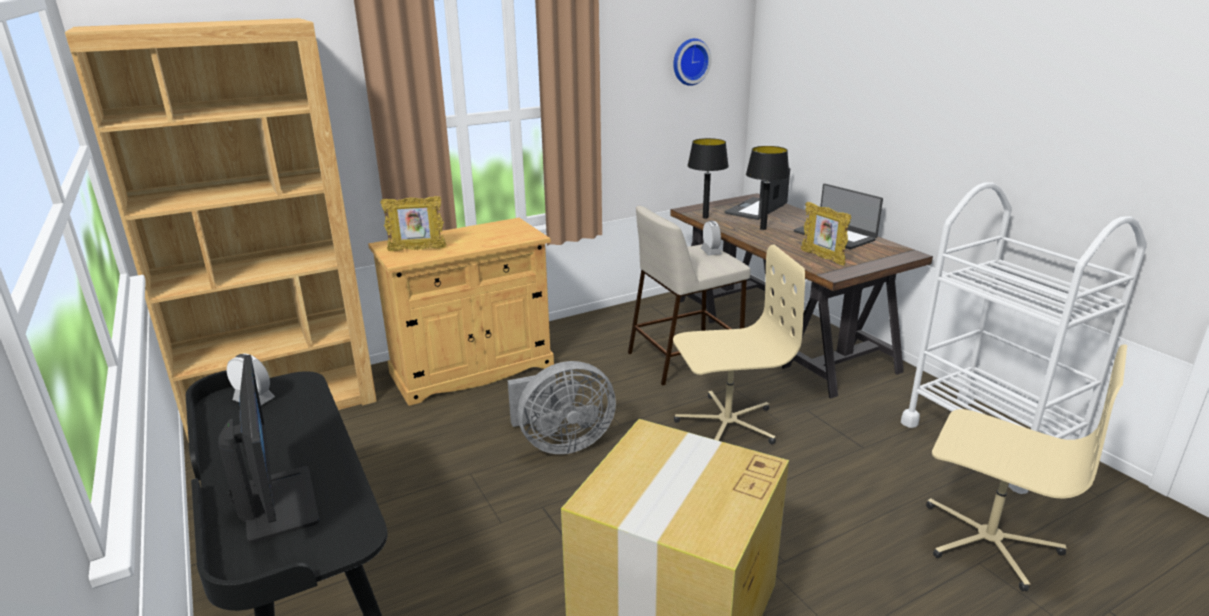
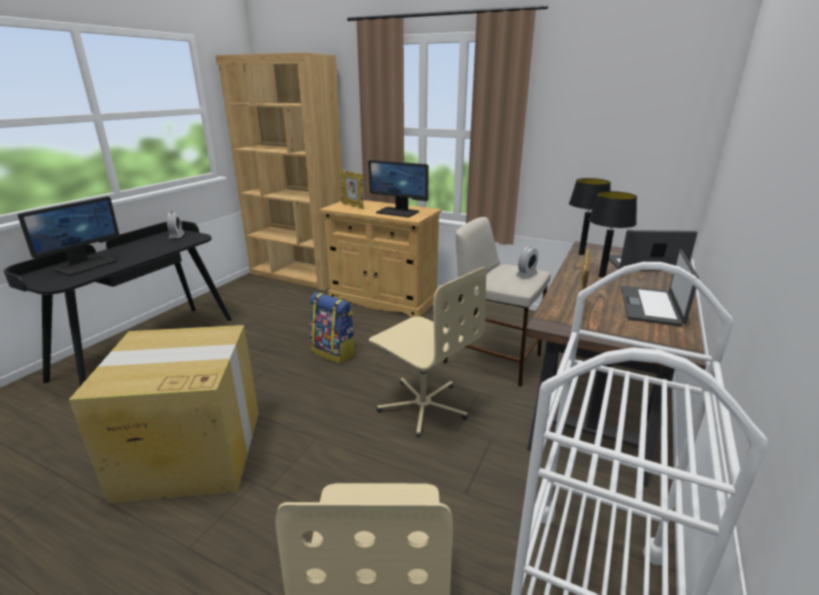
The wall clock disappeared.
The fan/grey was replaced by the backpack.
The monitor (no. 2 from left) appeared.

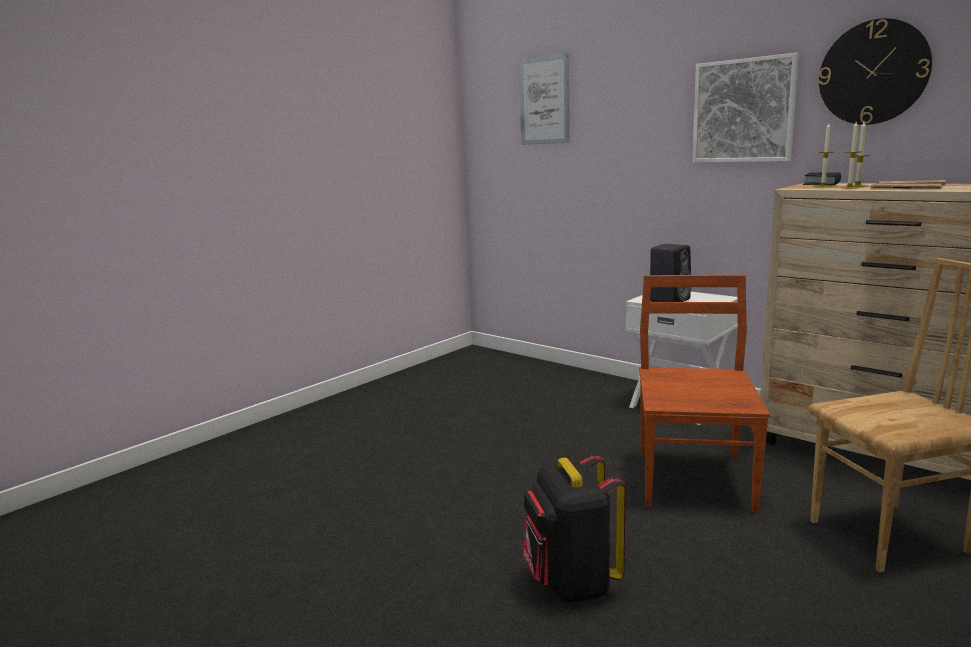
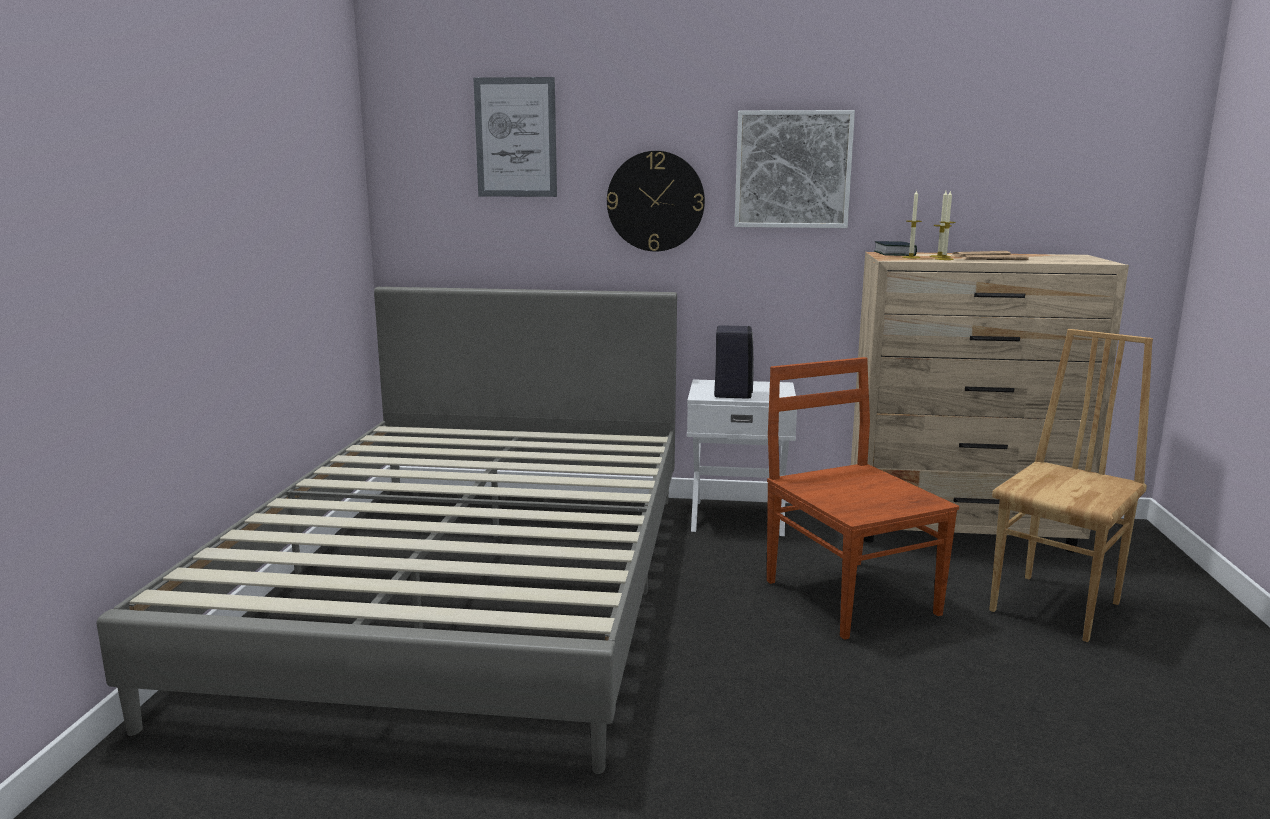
The wall clock moved.
The backpack/black disappeared.
The bed/grey appeared.

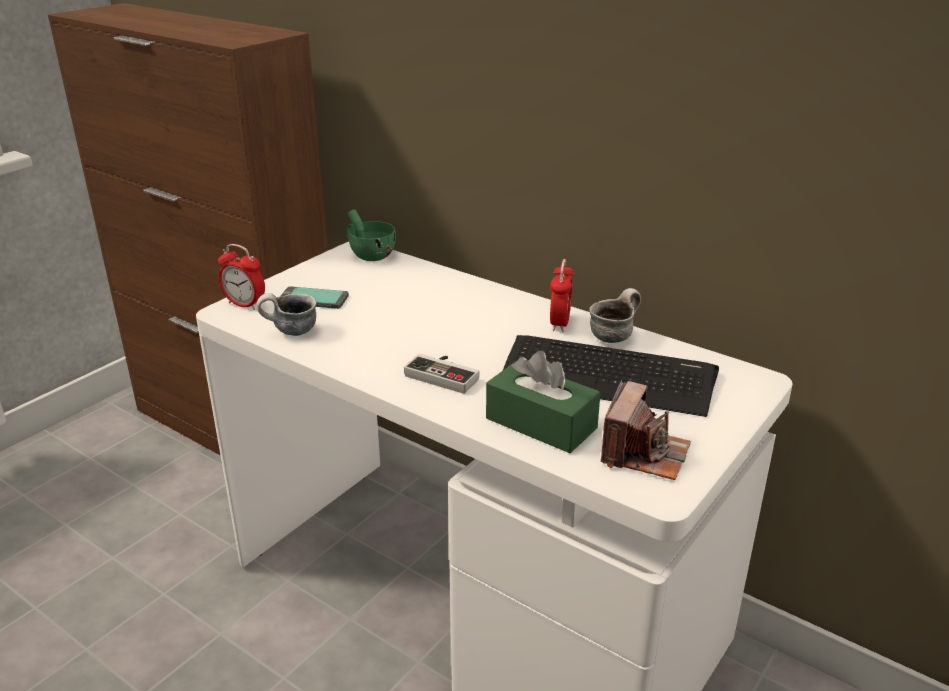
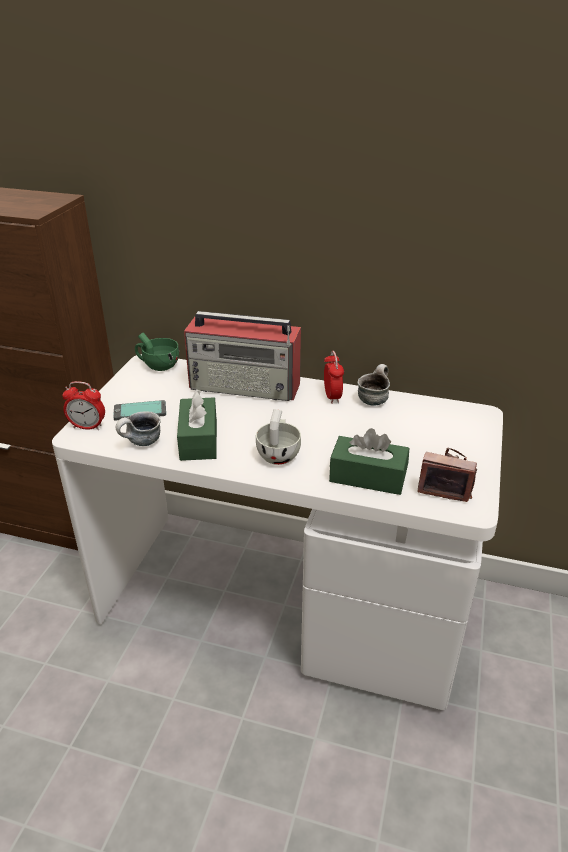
The keyboard disappeared.
The game controller was replaced by the cup/white.
The photo camera turned 75 degrees counterclockwise.
The radio appeared.
The tissue box/green (no. 1 from left) appeared.

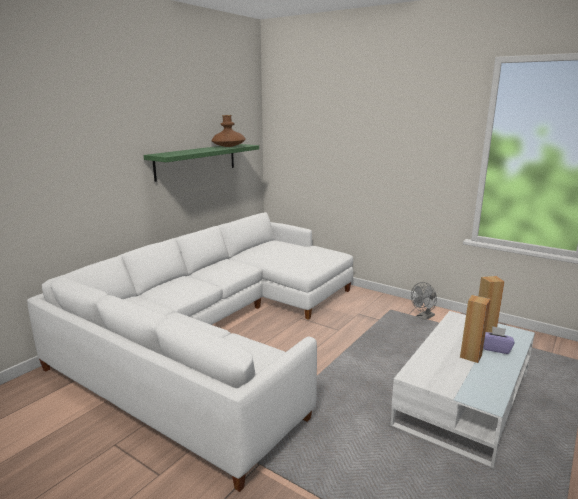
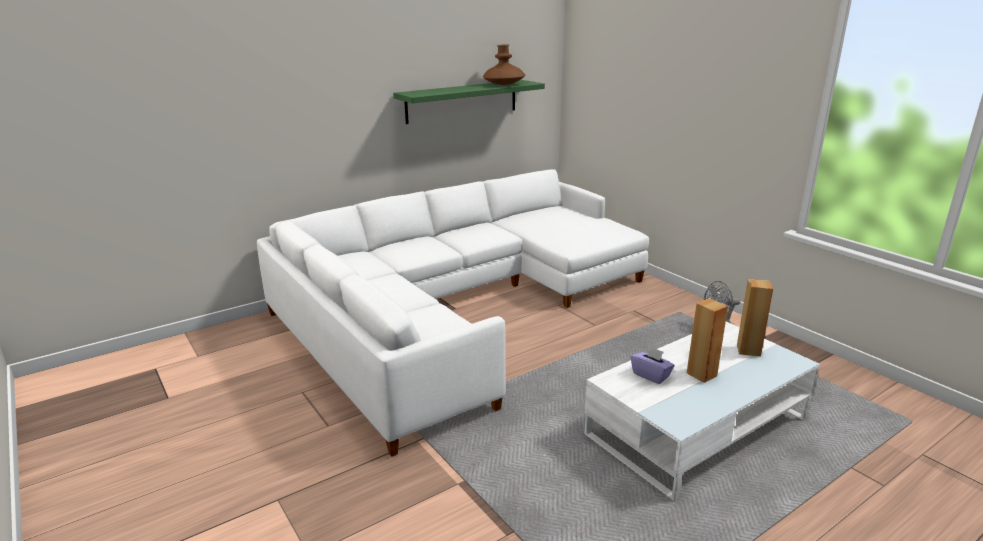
The tissue box/purple moved.

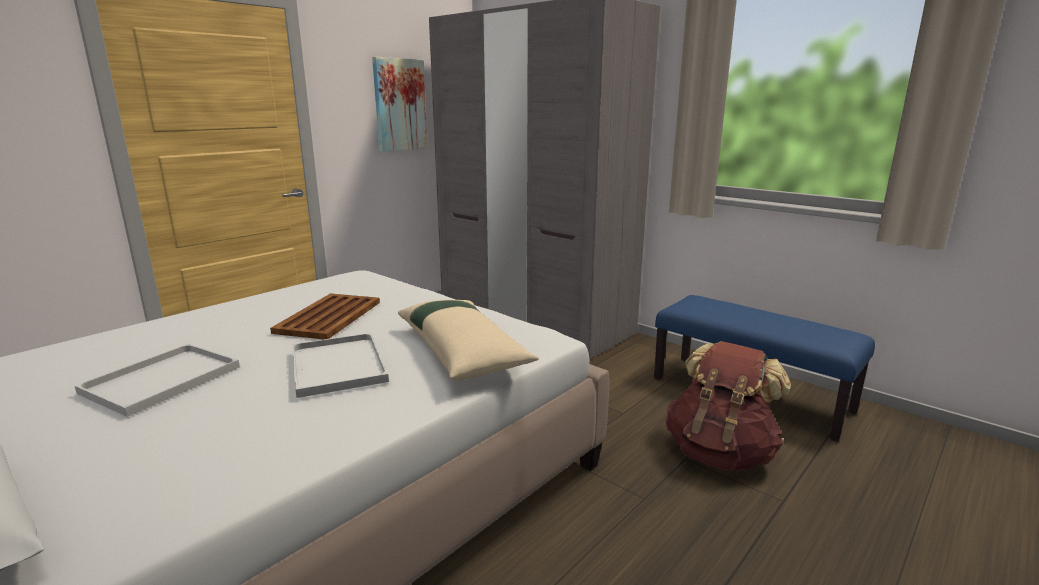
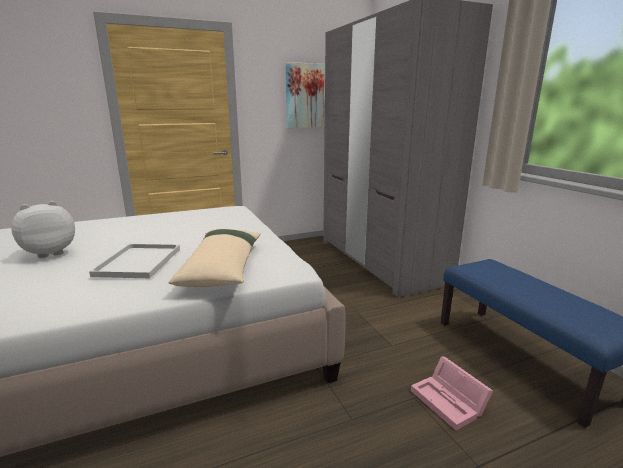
The tray/brown disappeared.
The backpack/brown was replaced by the storage box/pink.
The tray/white (no. 1 from left) was replaced by the plush toy.

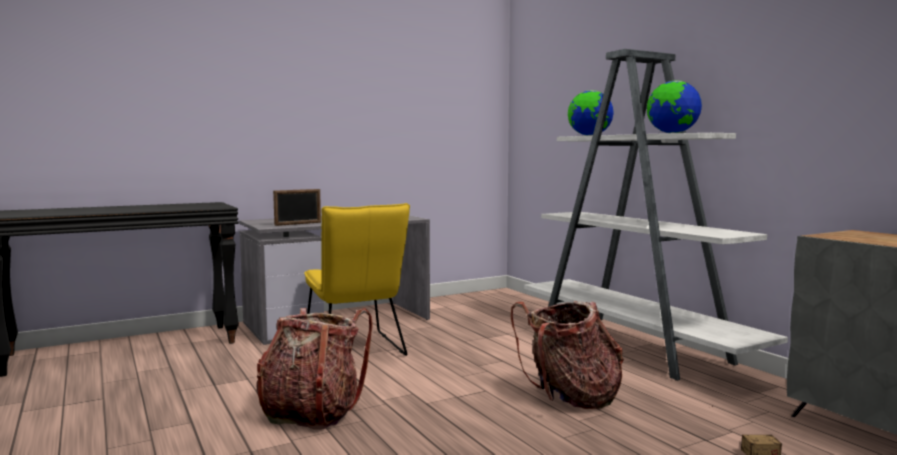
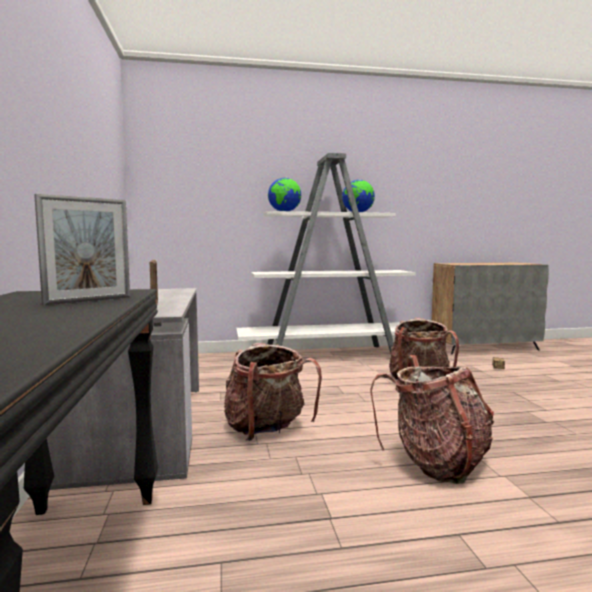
The chair/yellow was replaced by the backpack (no. 1 from left).
The picture frame (no. 1 from left) appeared.

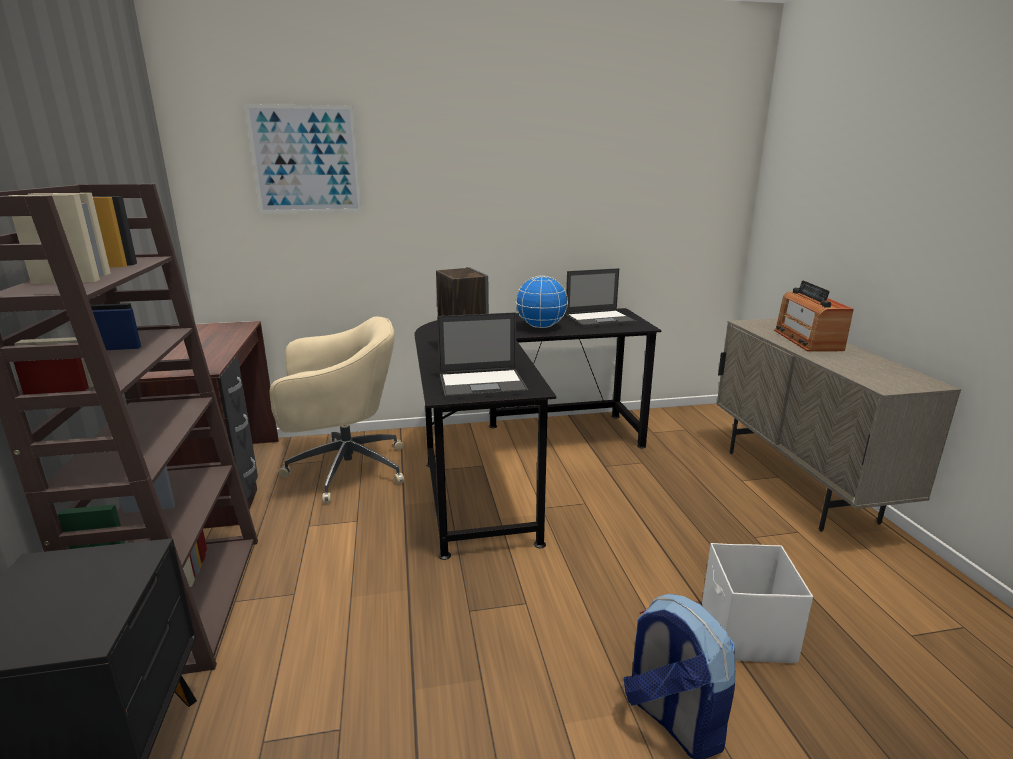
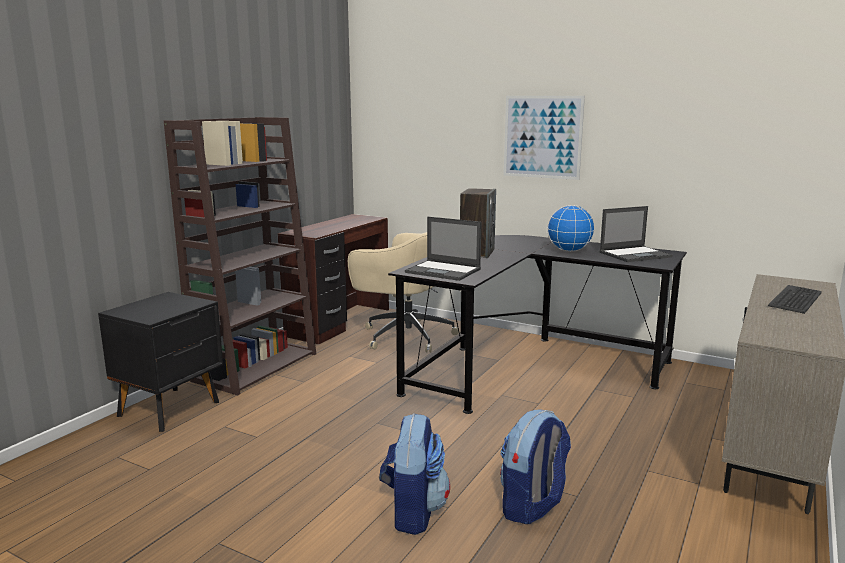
The picture moved.
The laptop (no. 2 from left) turned 45 degrees counterclockwise.
The radio was replaced by the keyboard.
The storage box/white was replaced by the backpack (no. 2 from left).

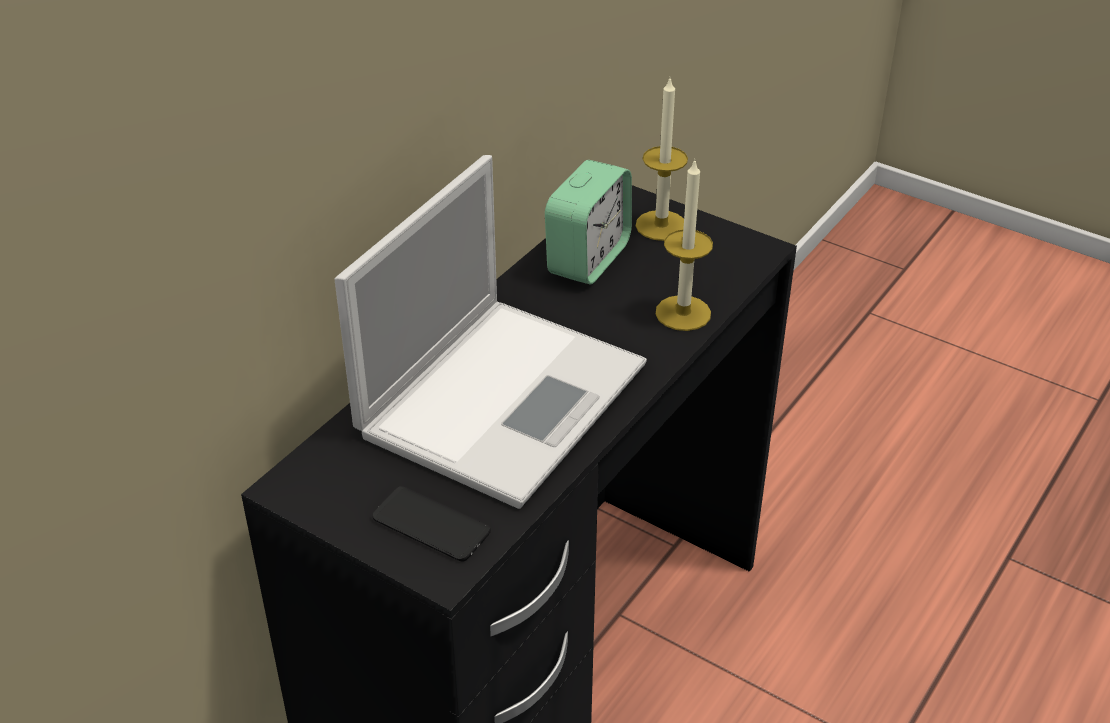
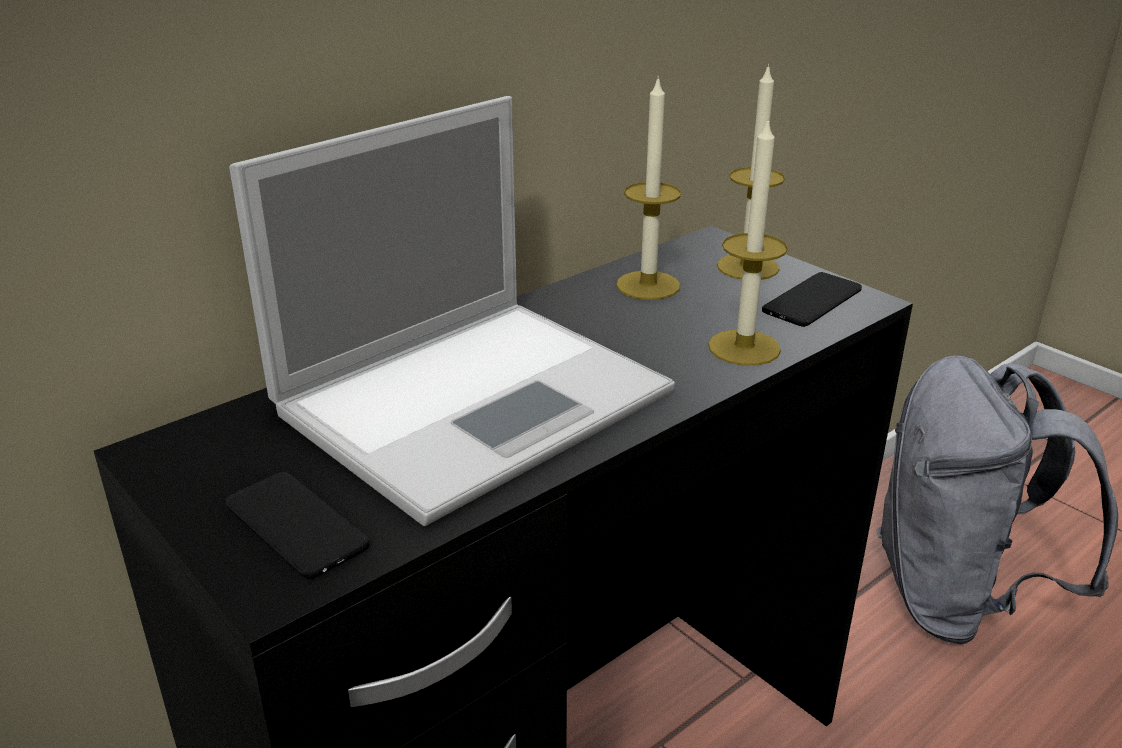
The alarm clock was replaced by the candle (no. 1 from left).
The phone (no. 2 from left) appeared.
The backpack/grey appeared.

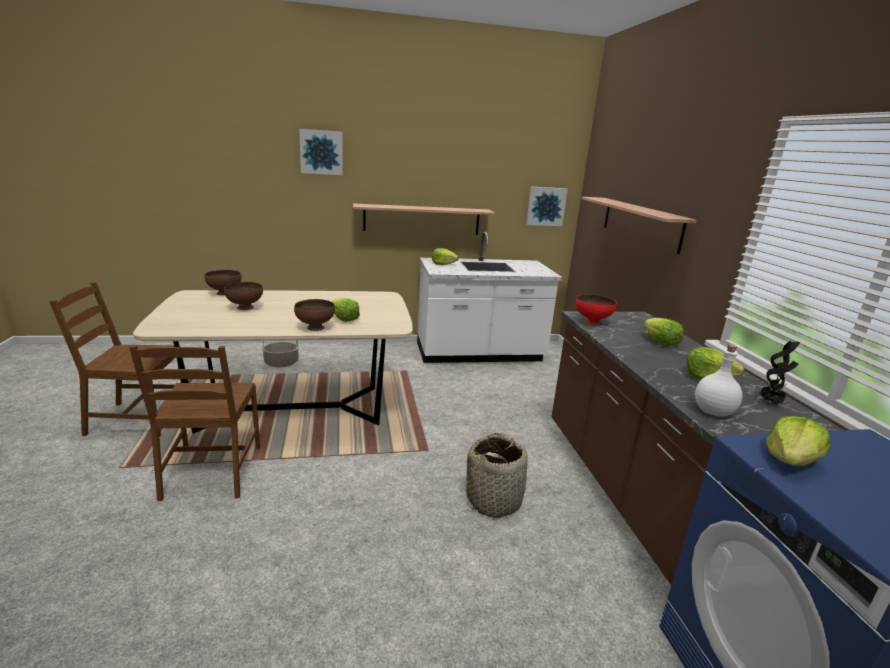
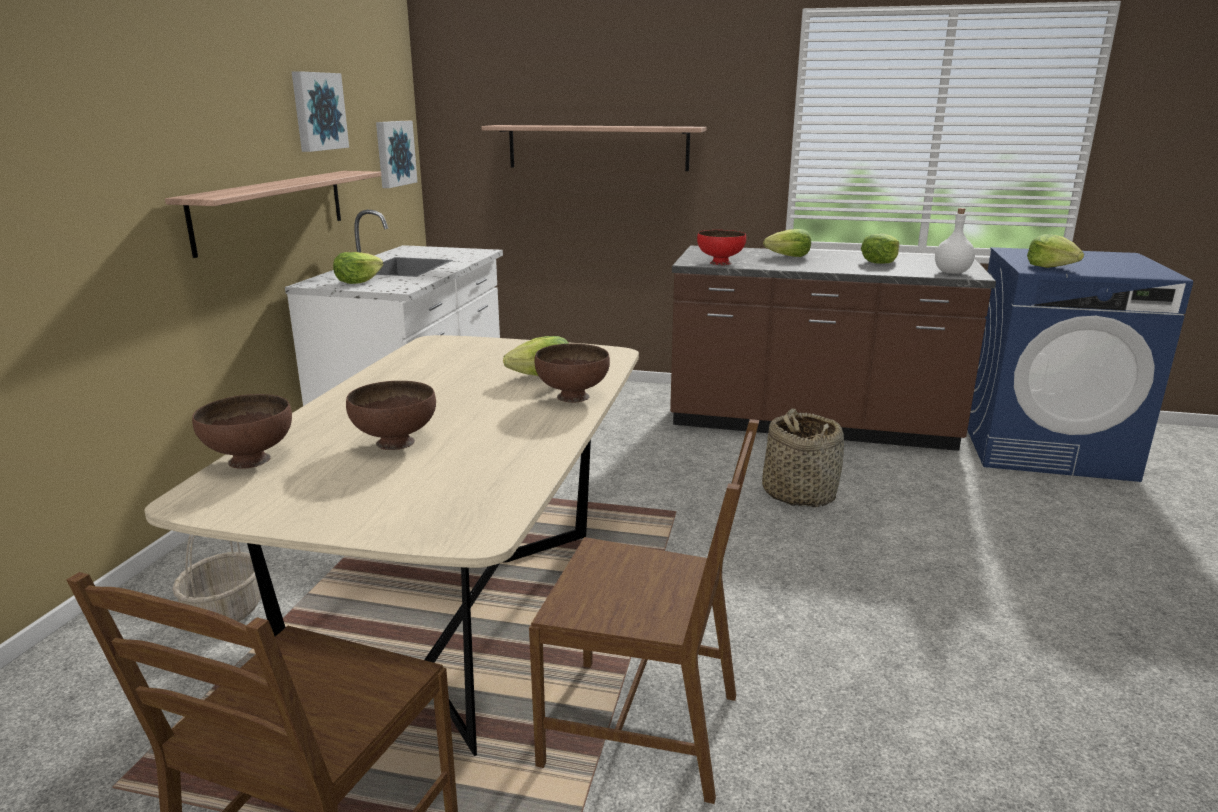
The picture (no. 1 from left) moved.
The potted plant disappeared.

